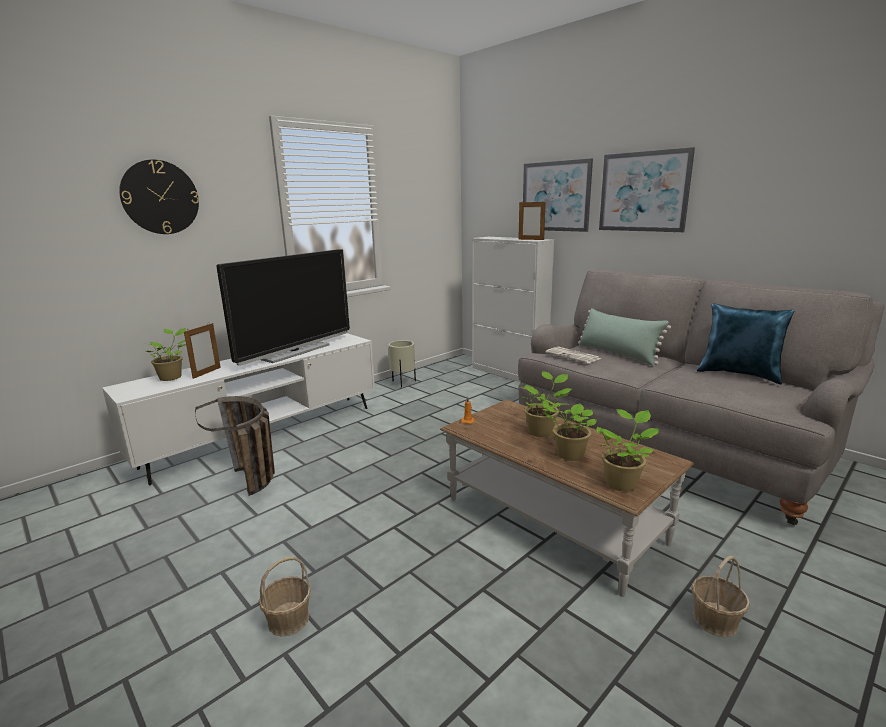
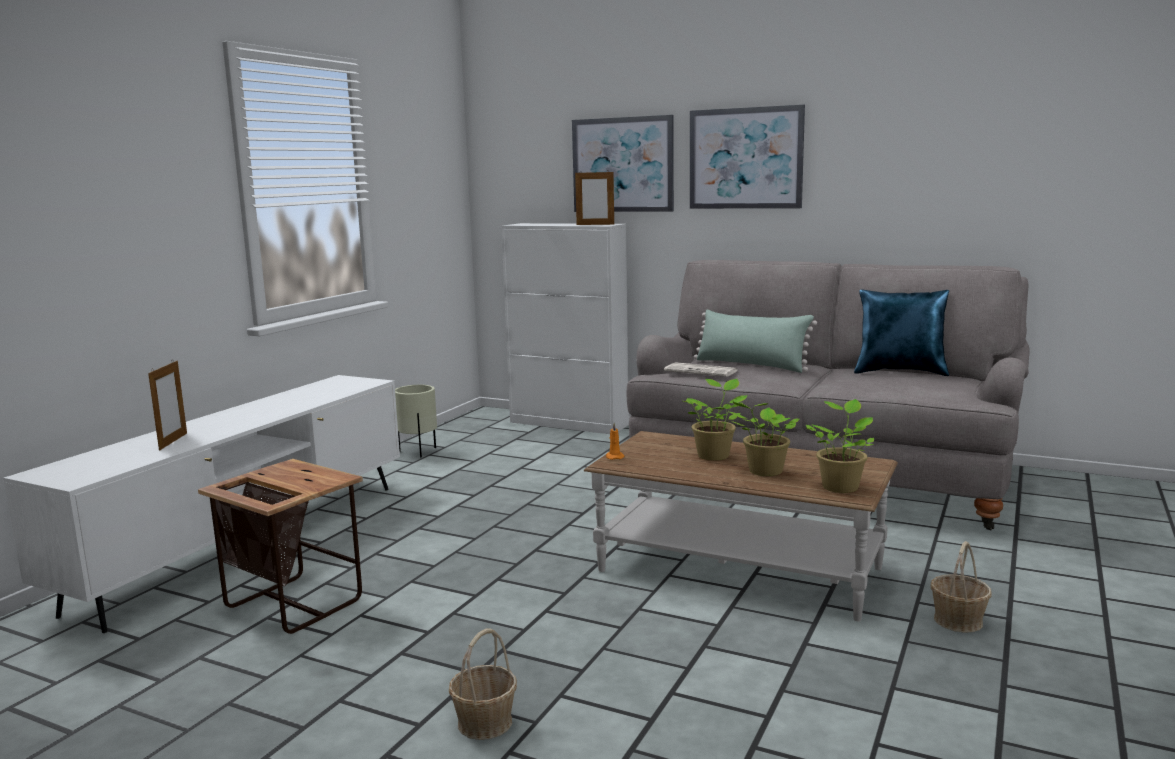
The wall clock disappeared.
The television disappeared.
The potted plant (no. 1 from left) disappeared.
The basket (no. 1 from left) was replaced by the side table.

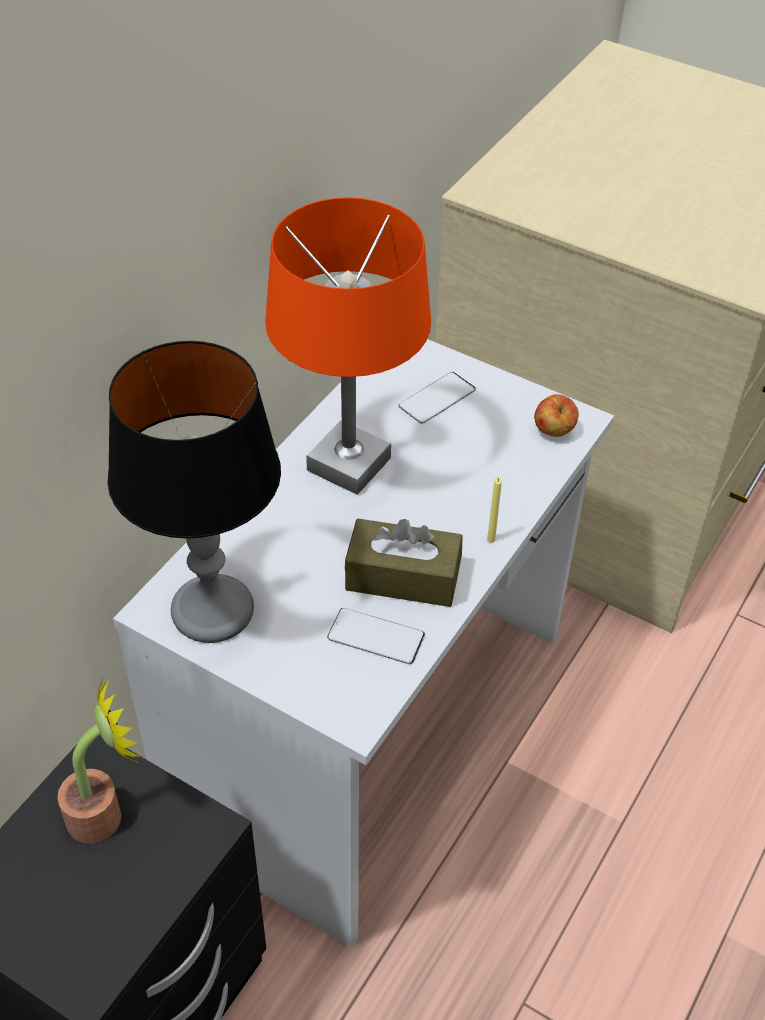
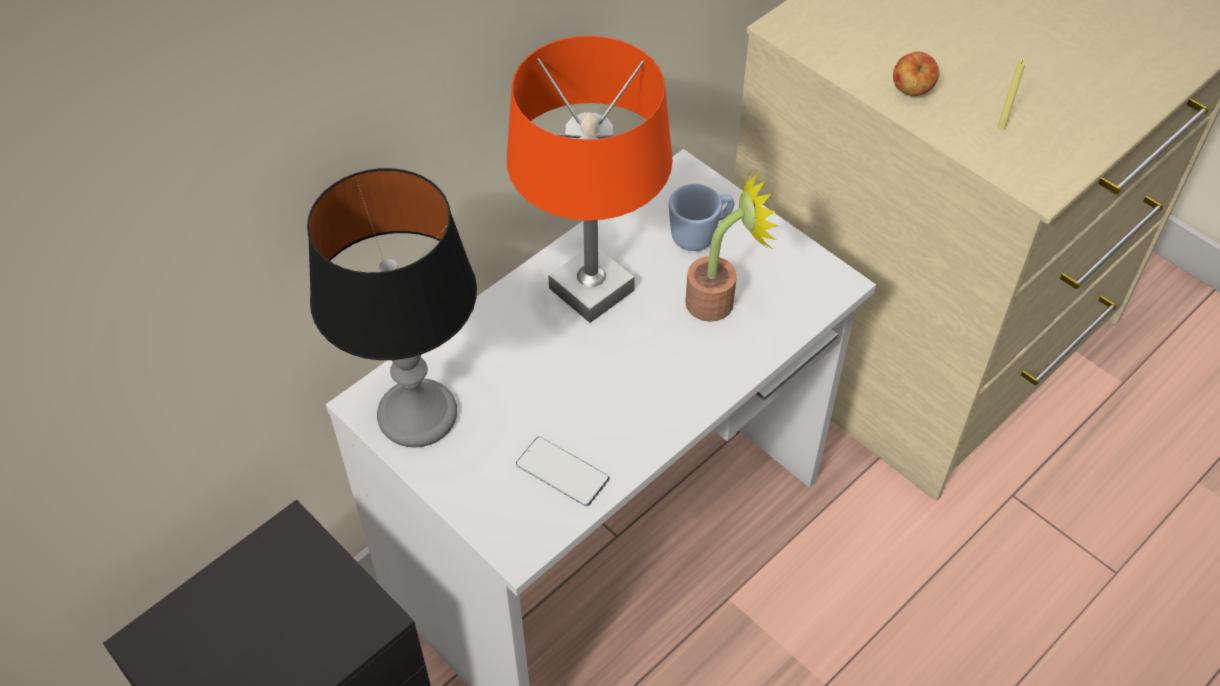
The phone (no. 2 from left) was replaced by the mug/blue.
The apple moved.
The candle/yellow moved.
The tissue box/brown disappeared.
The potted plant moved.

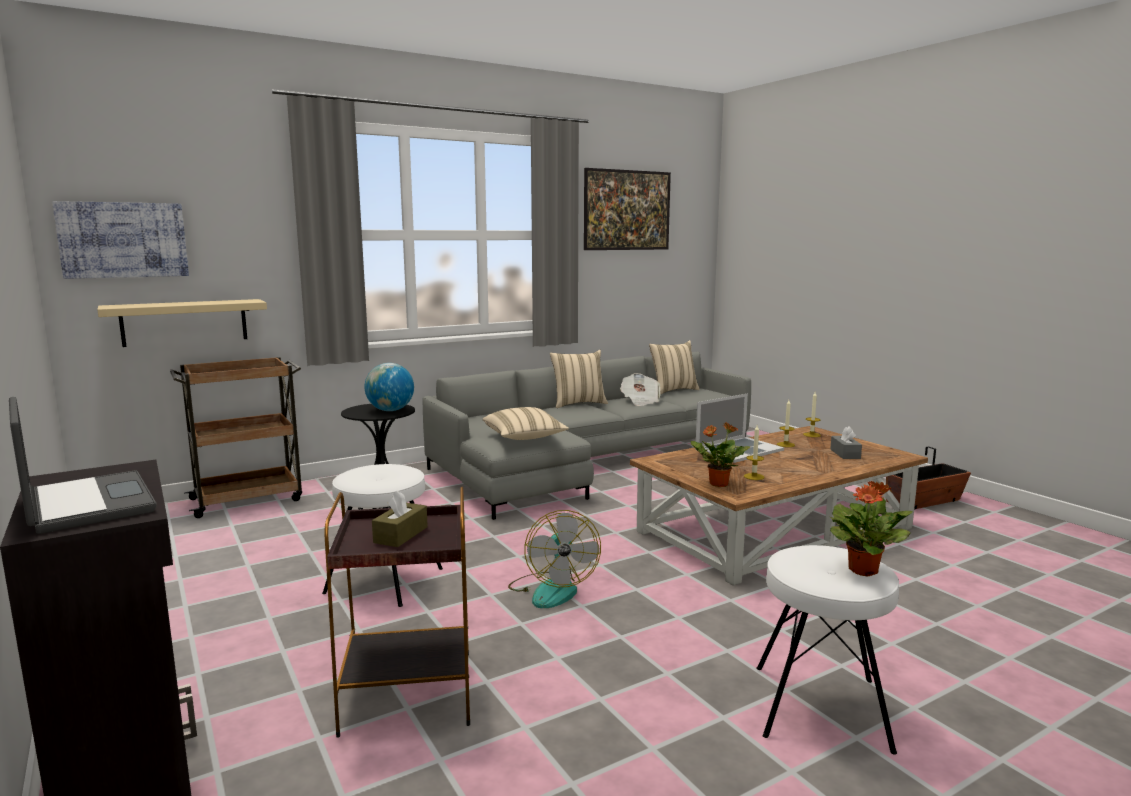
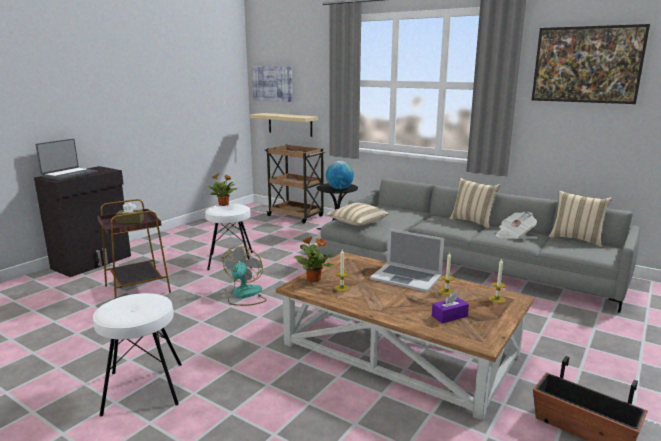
The tissue box/grey became the tissue box/purple.
The potted plant (no. 2 from left in the first image) moved.
The fan turned 135 degrees clockwise.

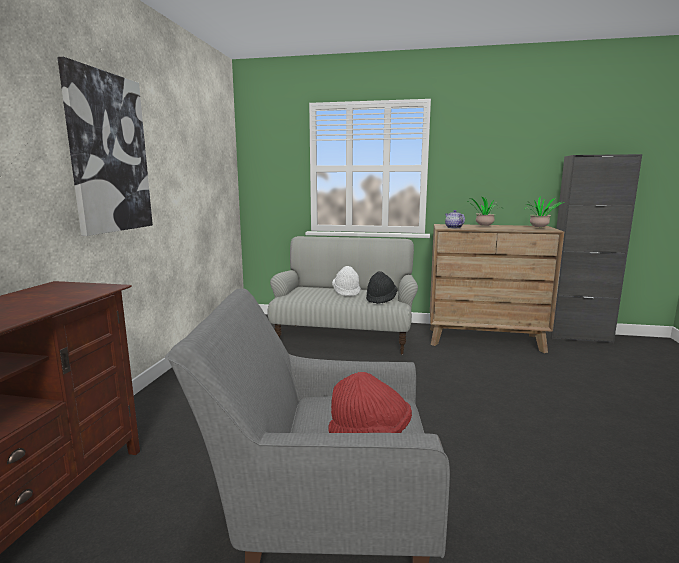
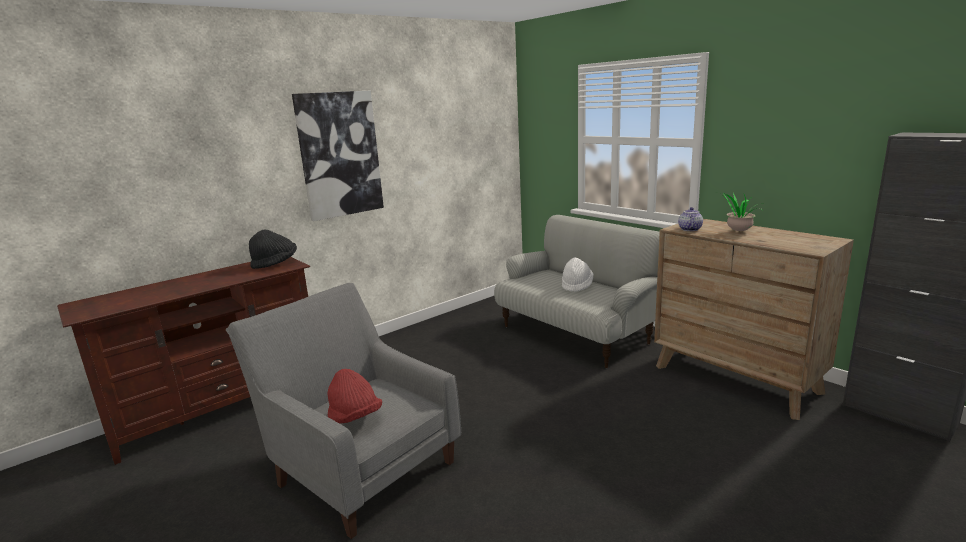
The potted plant (no. 2 from left) disappeared.
The hat/black moved.

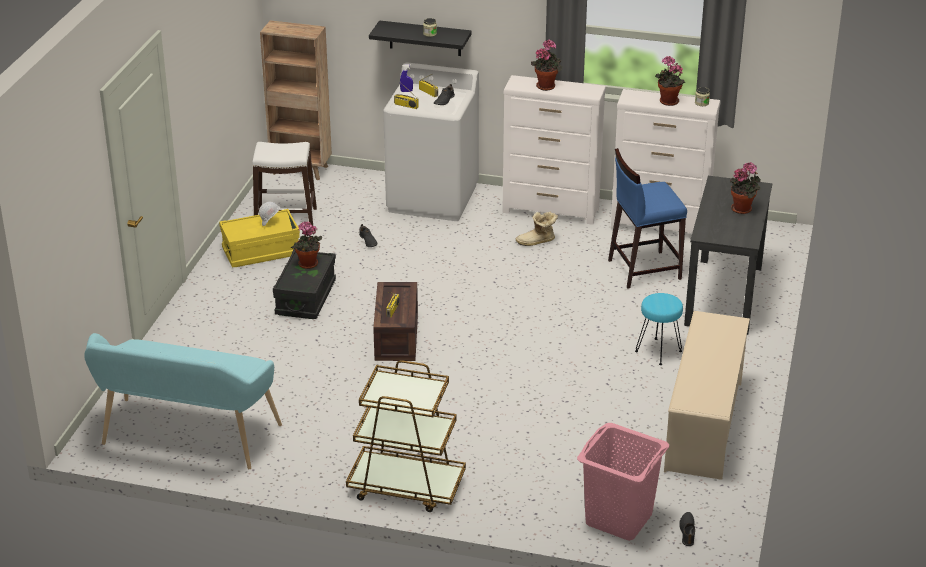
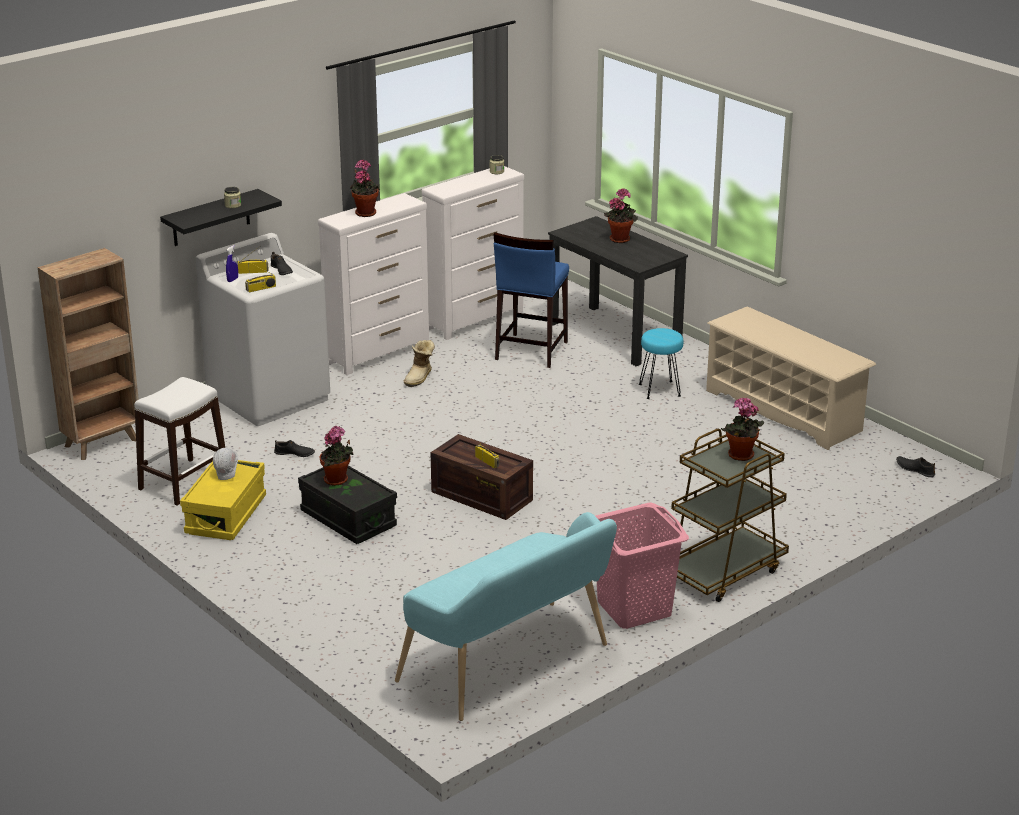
The potted plant (no. 3 from left in the first image) moved.
The laundry basket/pink moved.

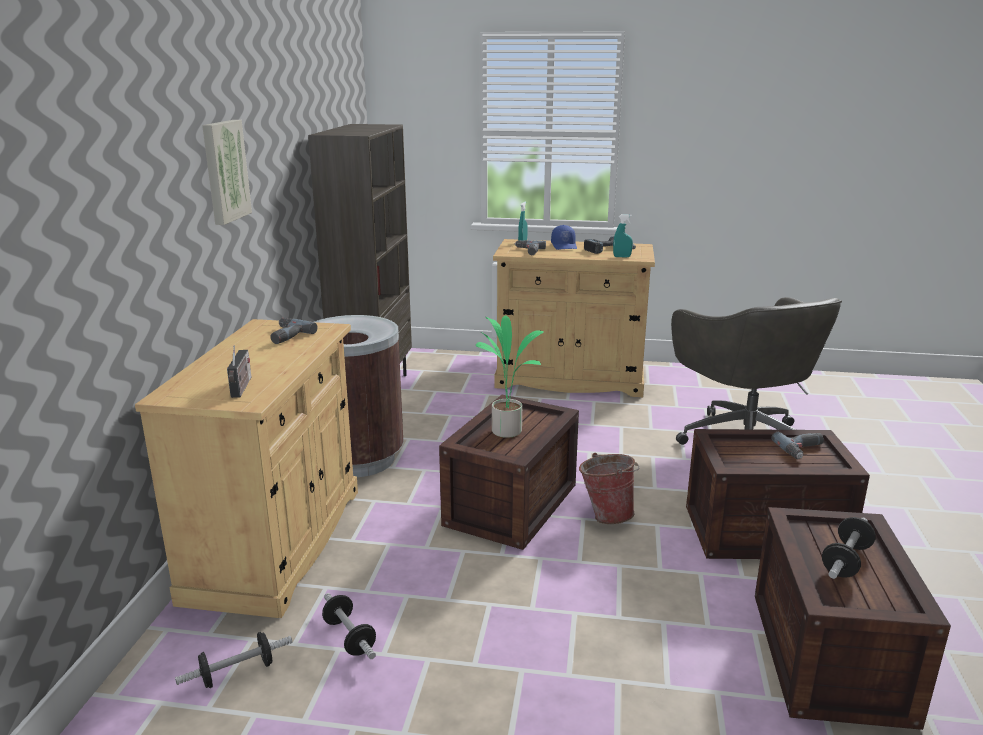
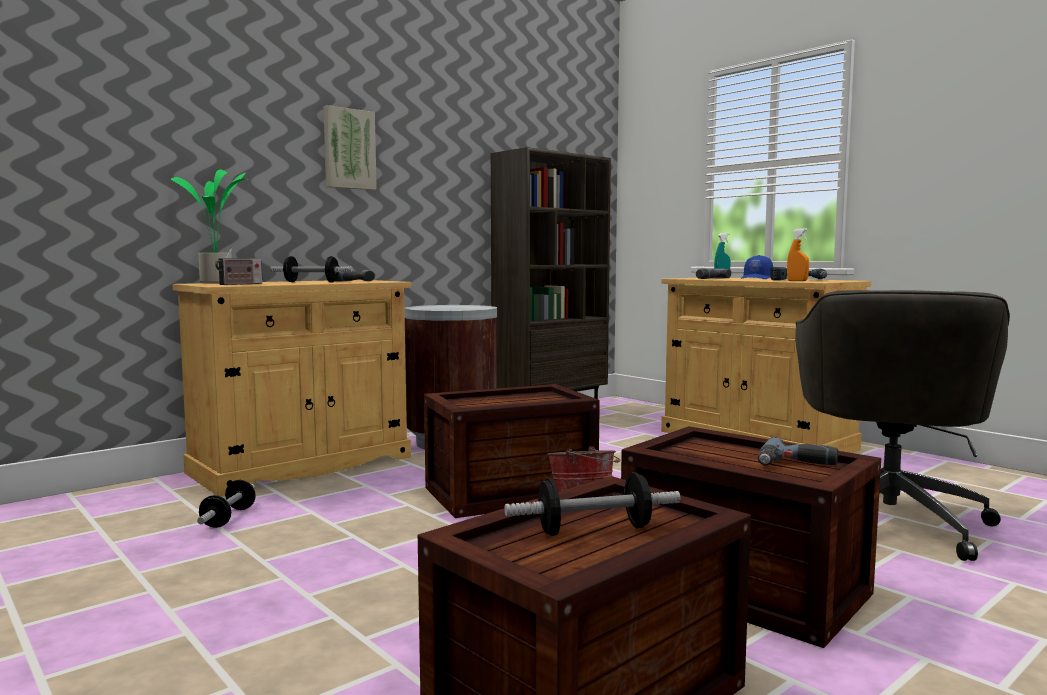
The spray bottle/turquoise (no. 2 from left) became the spray bottle/orange.
The potted plant moved.
The dumbbell (no. 1 from left in the first image) moved.

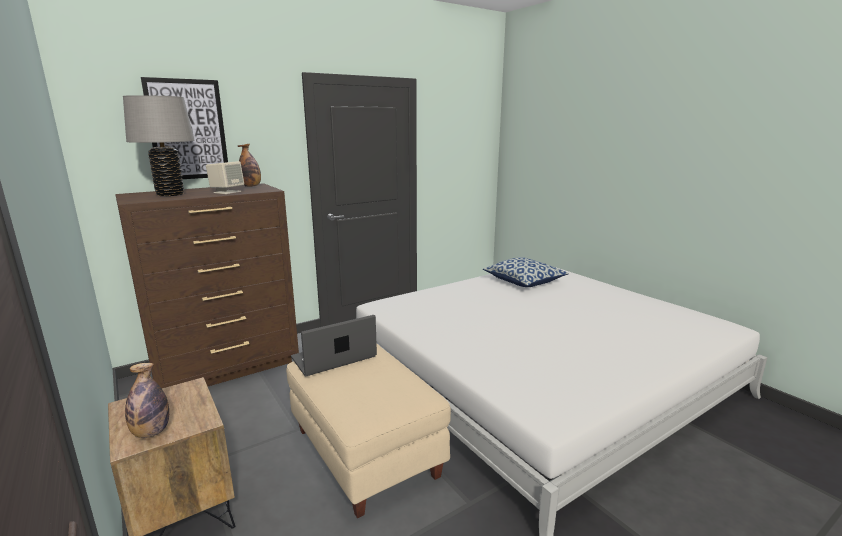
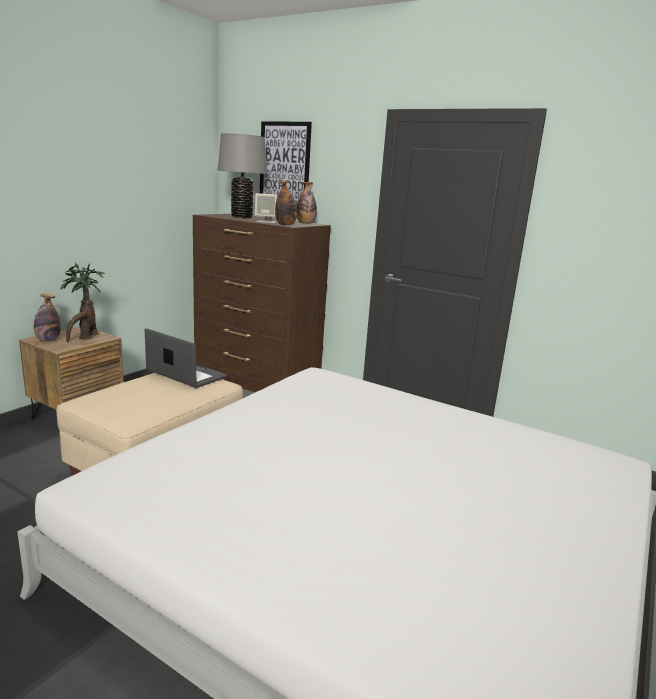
The pillow disappeared.
The bottle (no. 2 from left) appeared.
The potted plant appeared.

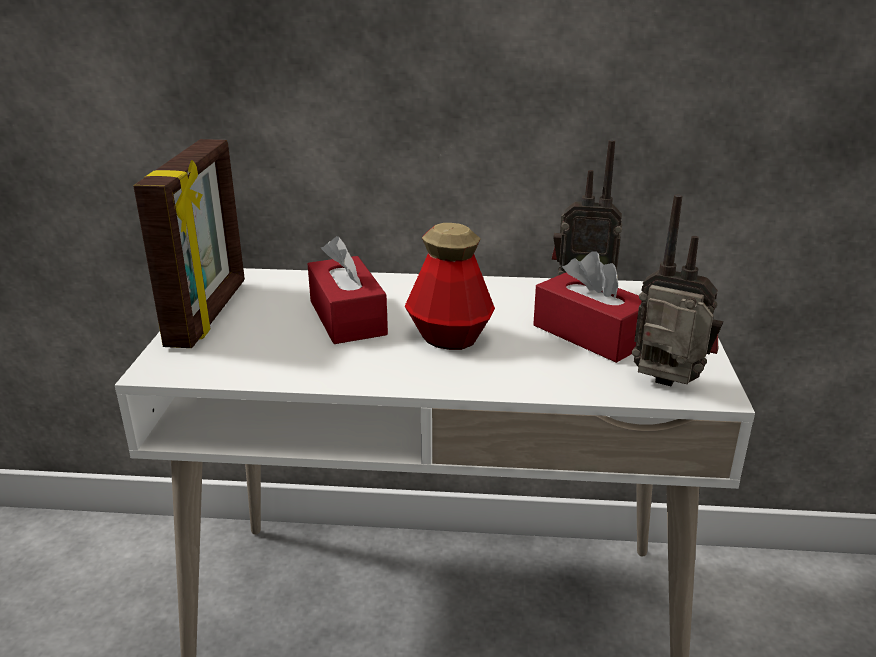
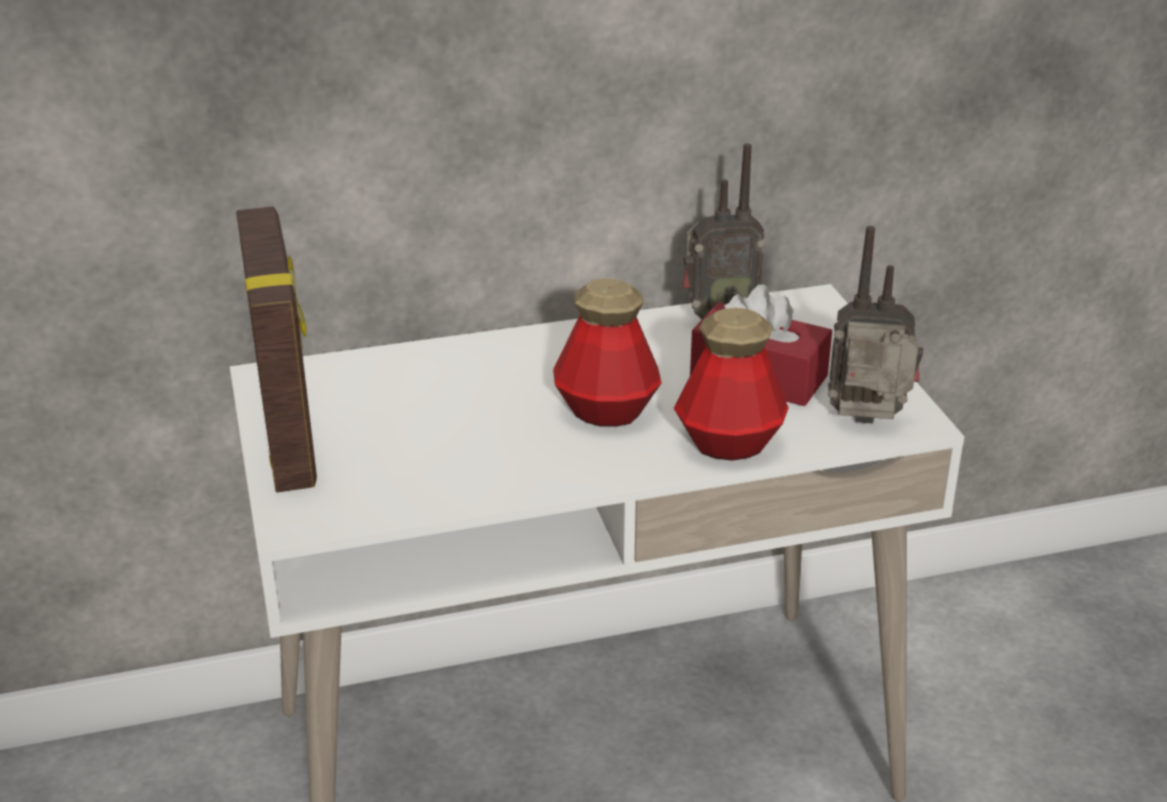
The tissue box/red (no. 1 from left) disappeared.
The bottle (no. 2 from left) appeared.

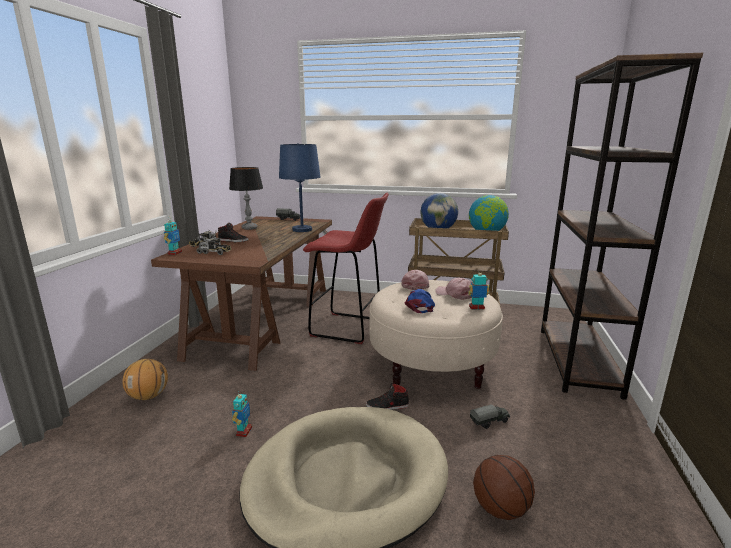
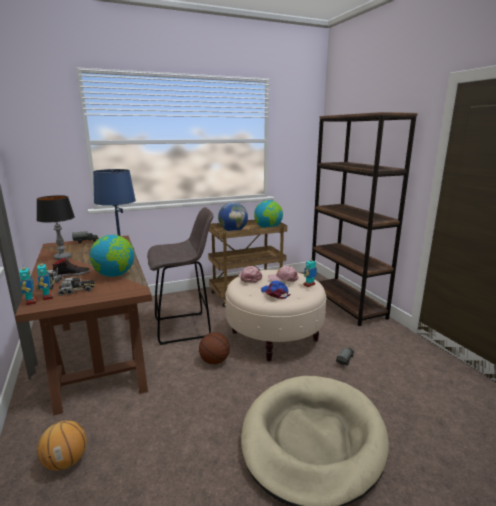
The stool/red became the stool/grey.
The shoe/black (no. 2 from left) disappeared.
The toy robot (no. 2 from left) moved.
The basketball (no. 2 from left) moved.
The globe (no. 1 from left) appeared.

